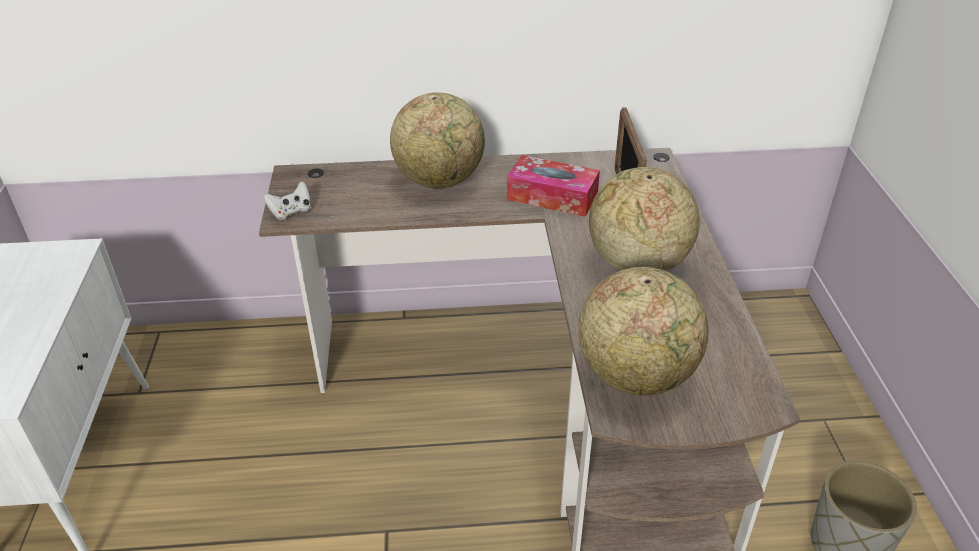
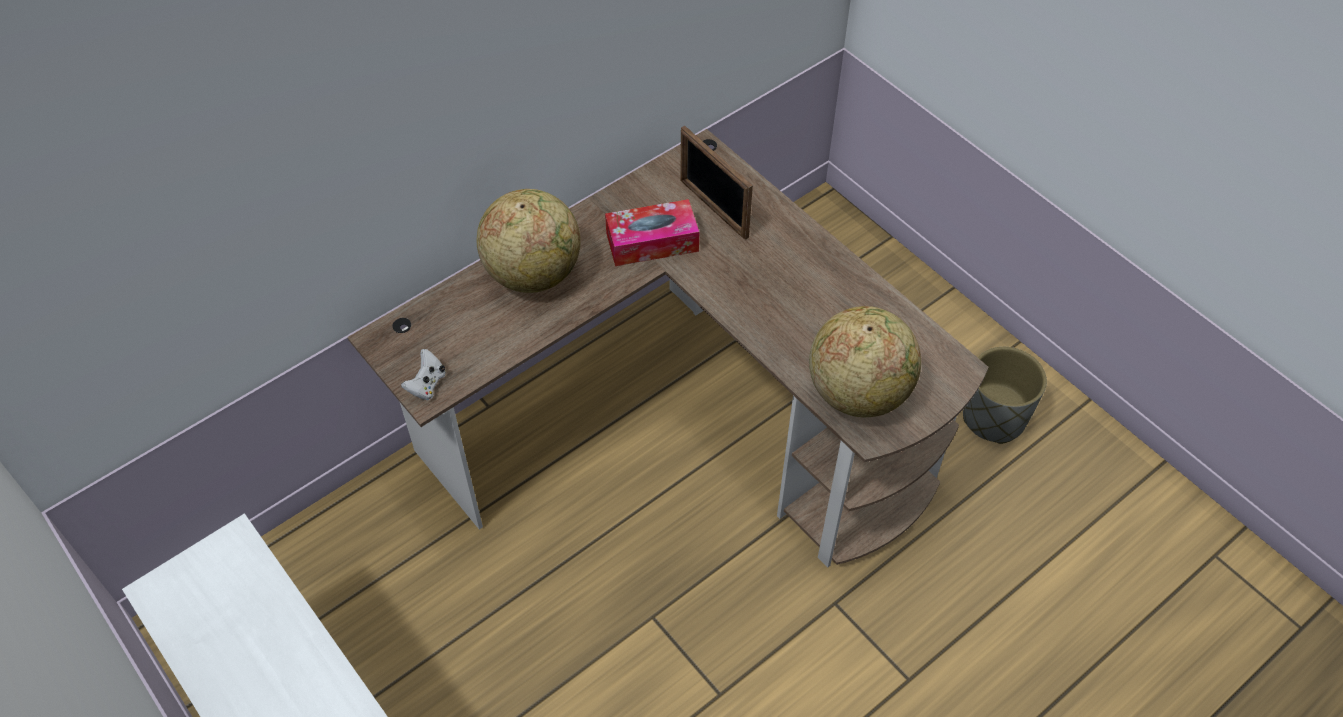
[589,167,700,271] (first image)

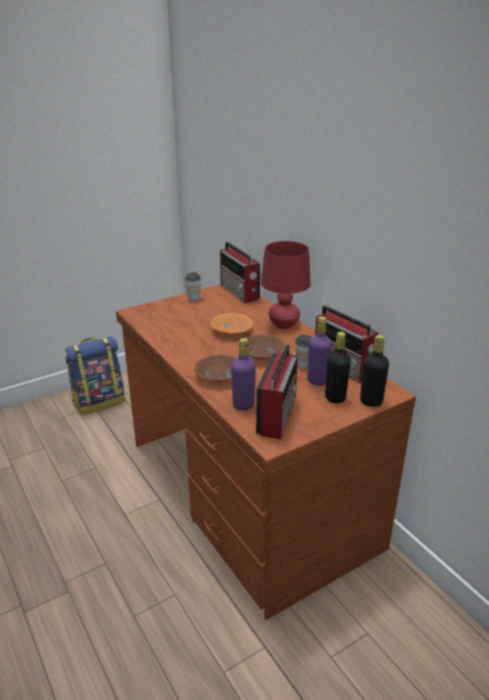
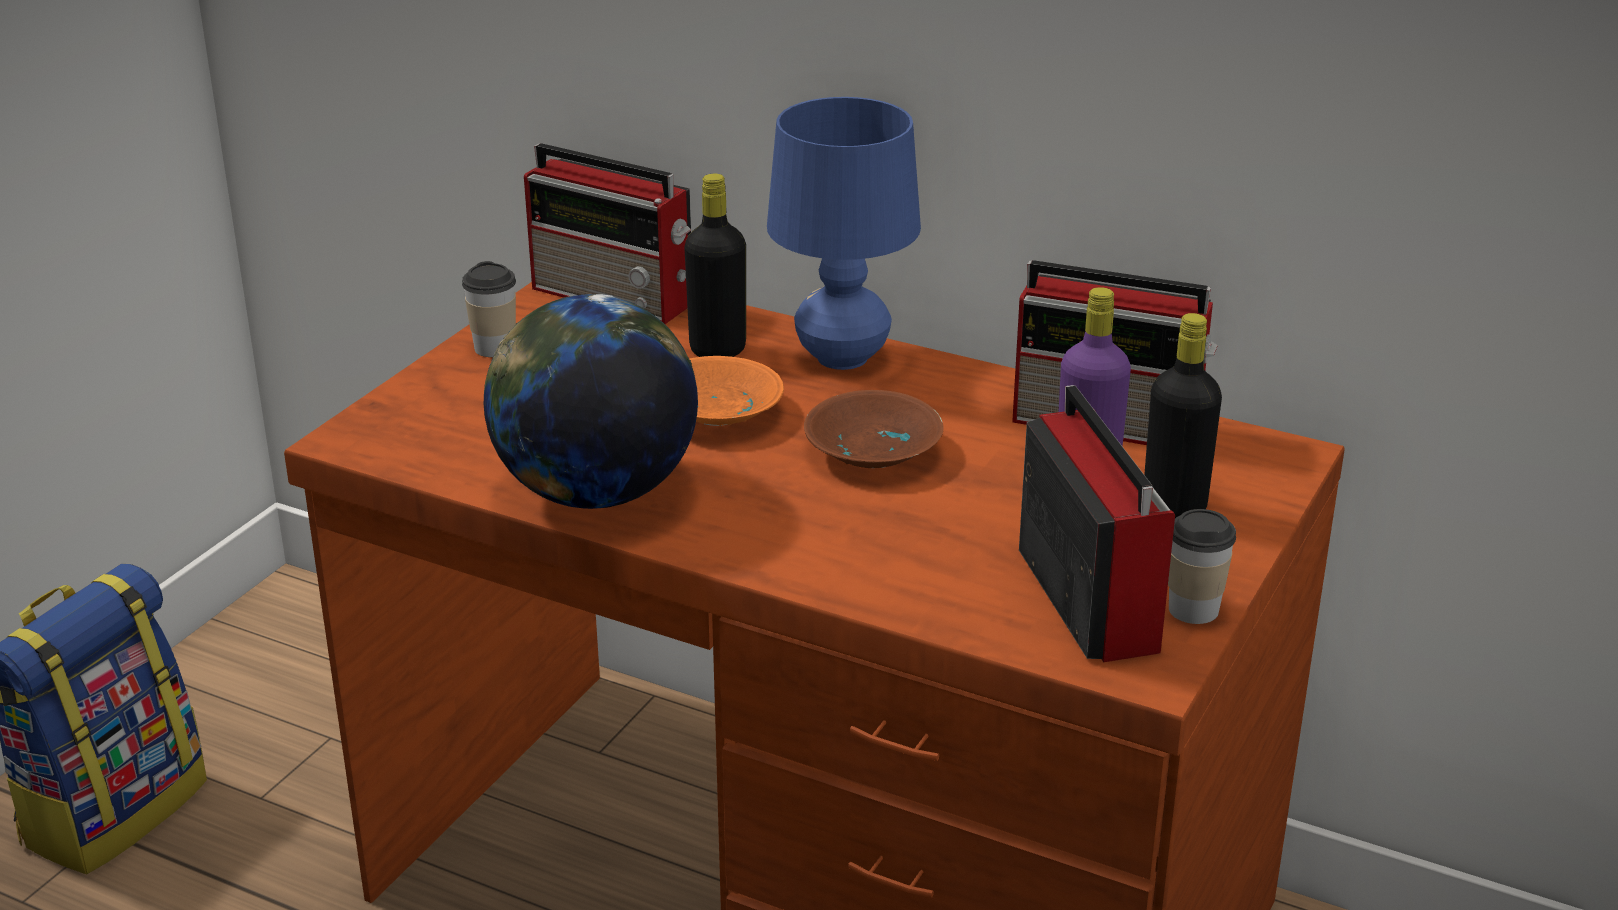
[767,97,921,370]
[1168,509,1236,624]
[684,174,746,357]
[231,338,256,411] (first image)
[194,355,237,382] (first image)
[484,294,698,509]

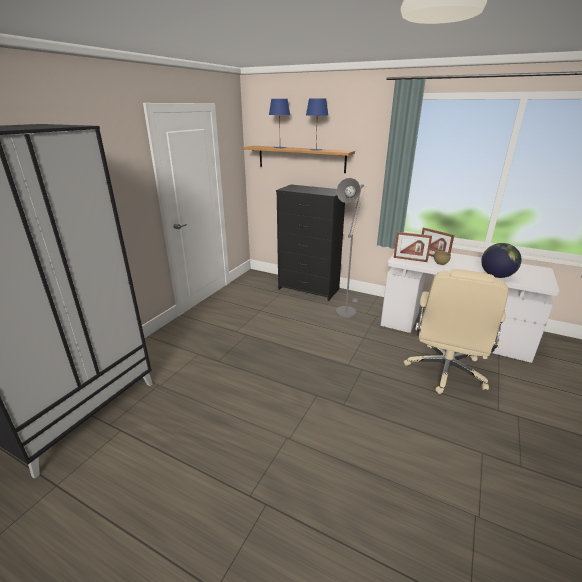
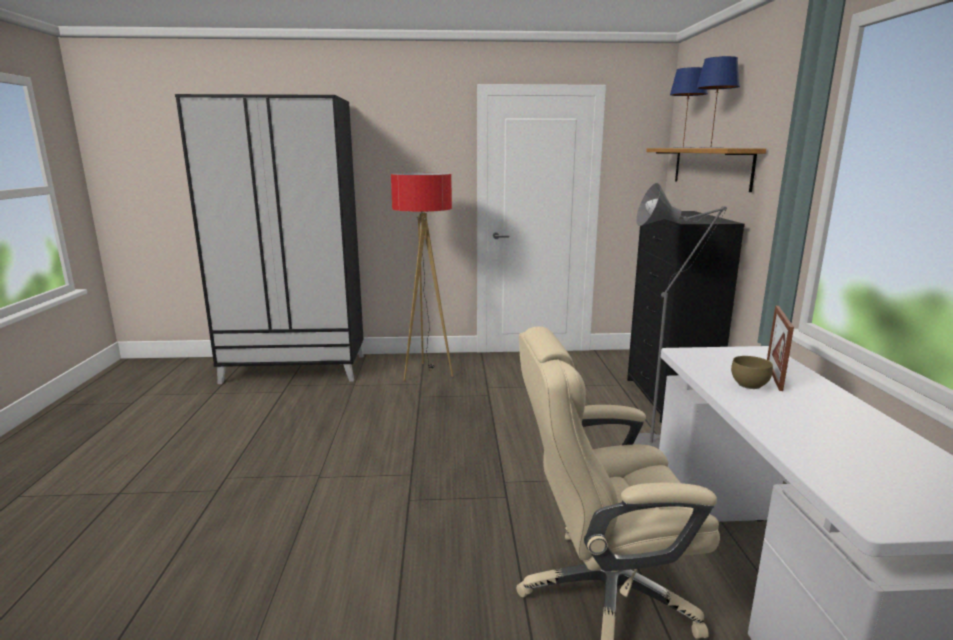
[393,232,432,262] (first image)
[481,243,522,278] (first image)
[391,172,453,381]

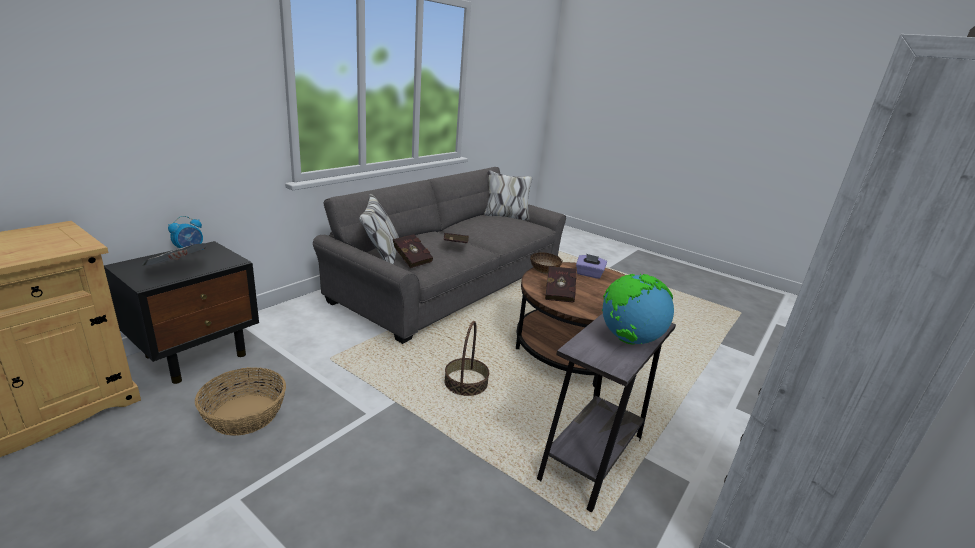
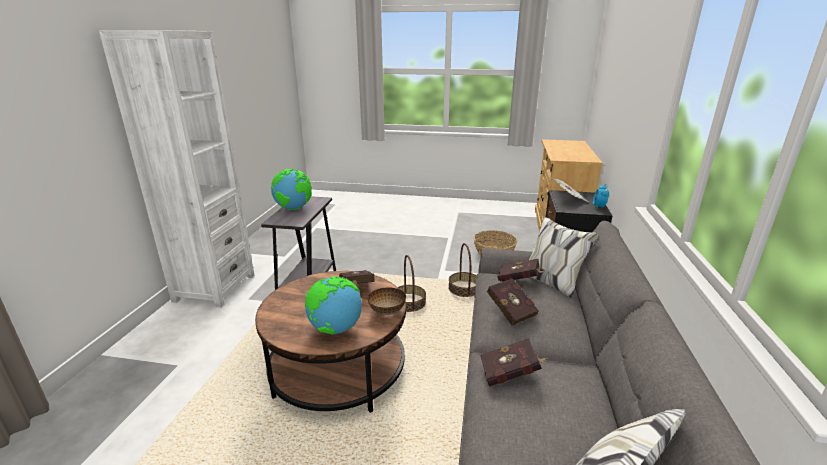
[305,276,362,335]
[449,243,477,297]
[480,338,548,387]

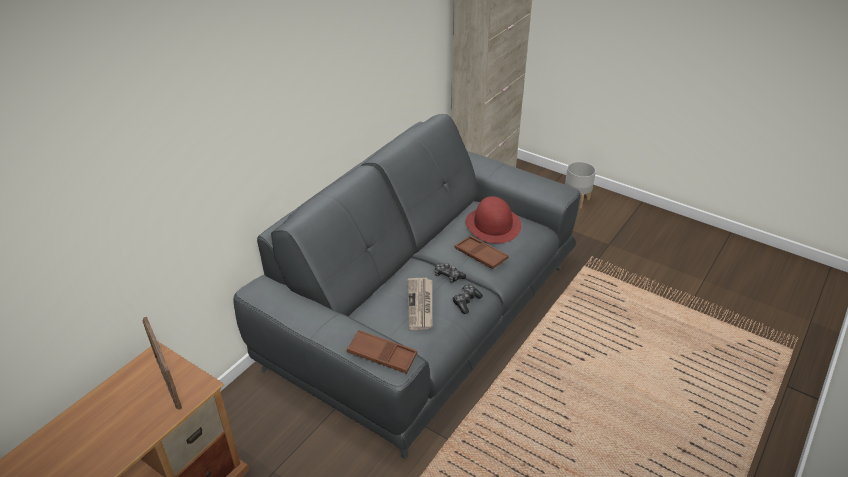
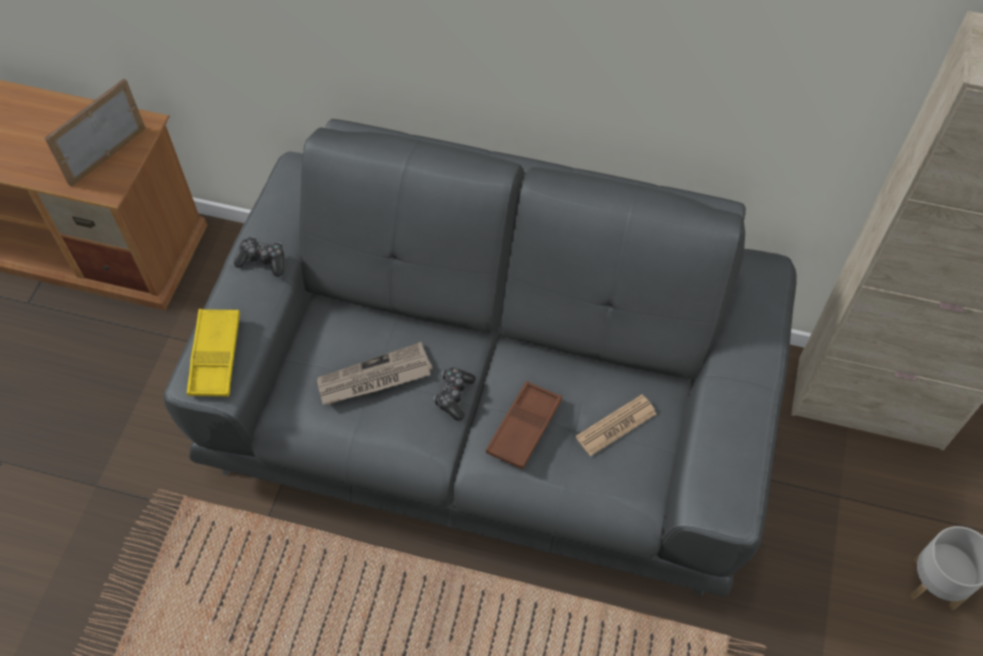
[575,394,657,456]
[234,237,284,277]
[187,309,240,397]

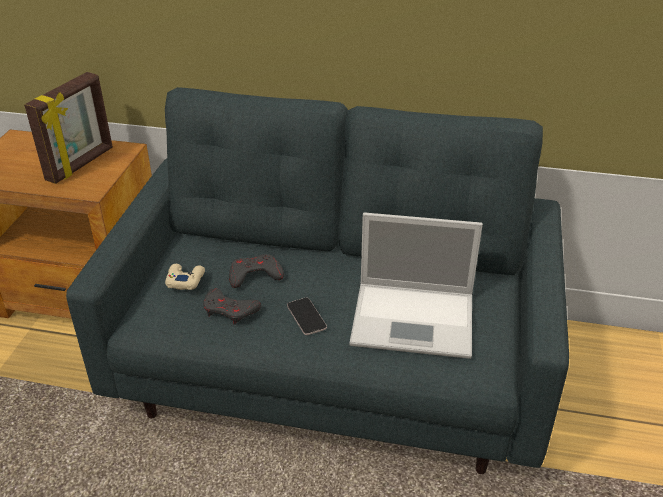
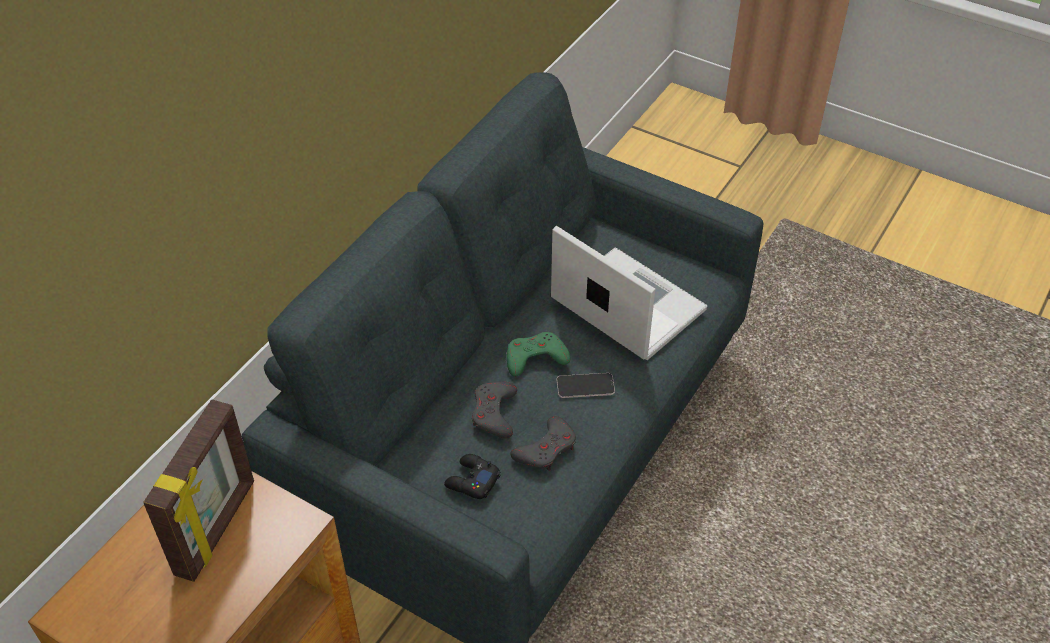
[143,399,254,582]
[551,226,707,360]
[444,454,501,499]
[507,332,570,377]

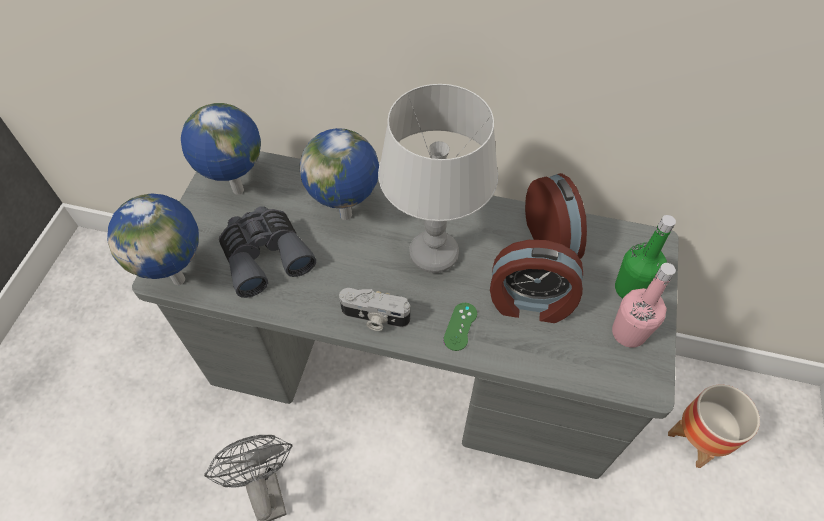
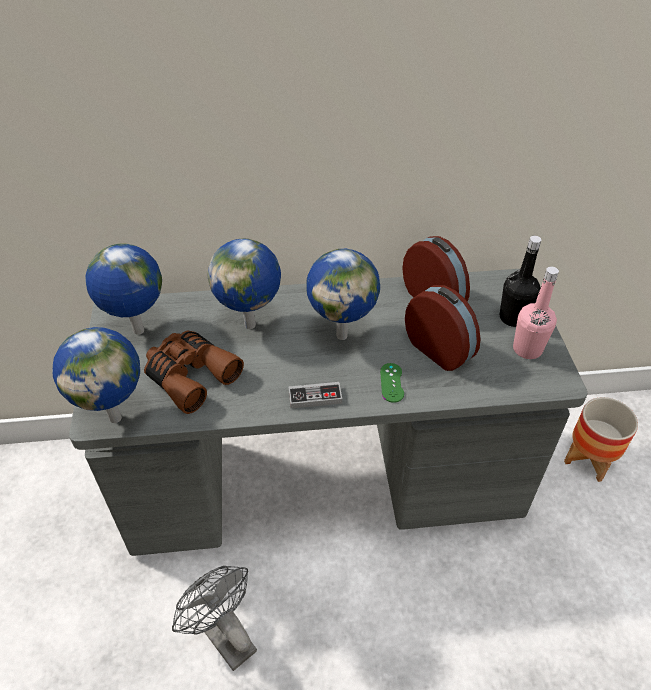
[306,249,380,340]
[144,331,244,414]
[500,236,541,327]
[405,285,480,371]
[288,382,342,409]

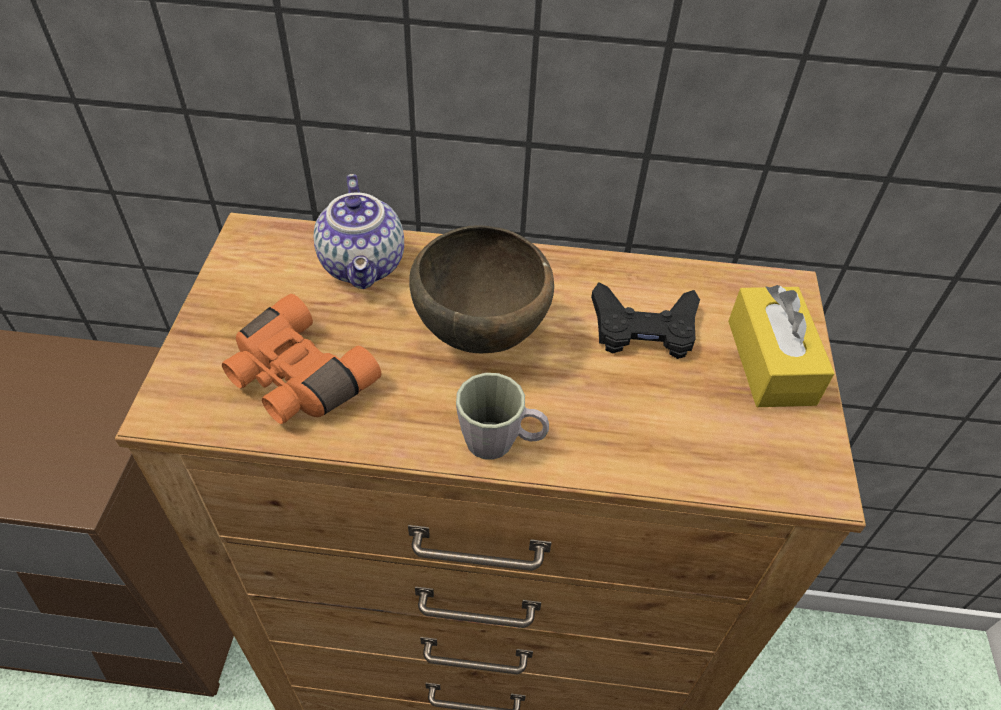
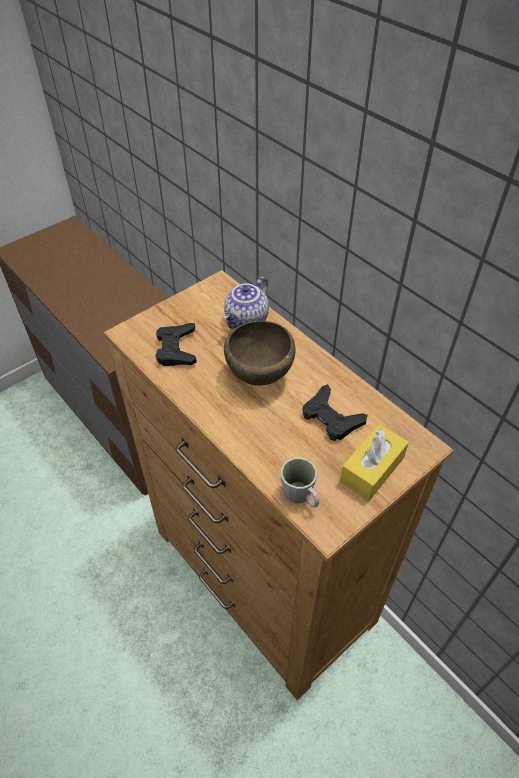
[155,323,197,366]
[281,458,319,508]

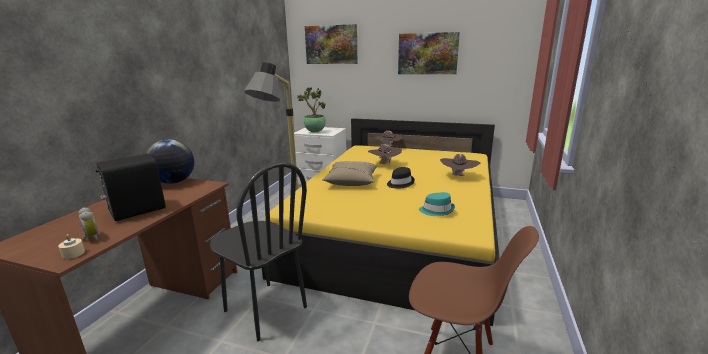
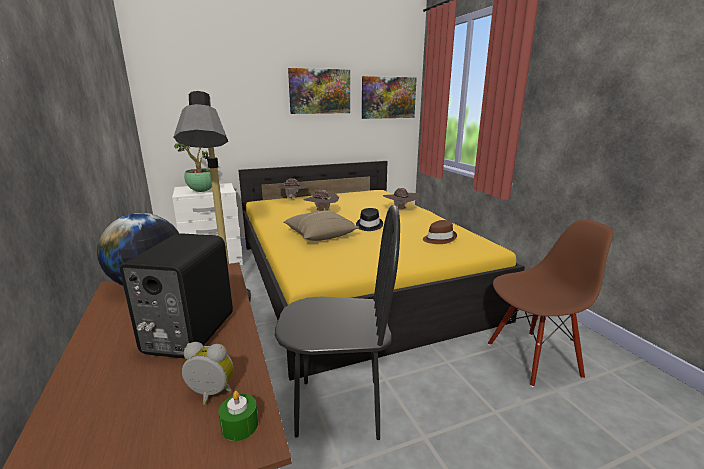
[362,76,417,119]
[423,220,457,244]
[219,391,258,441]

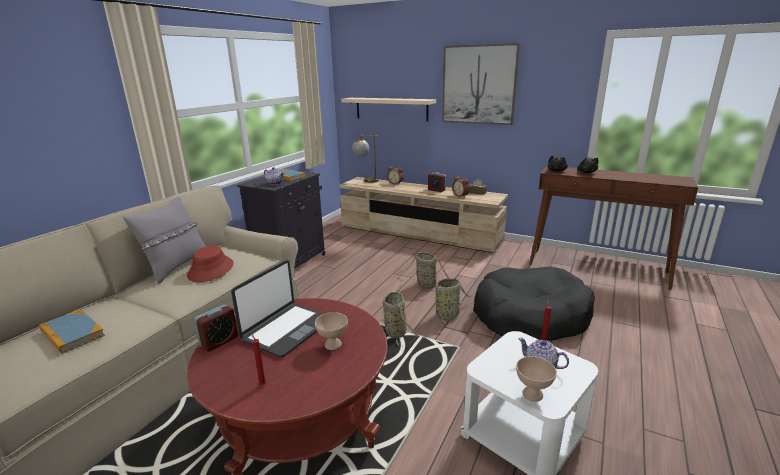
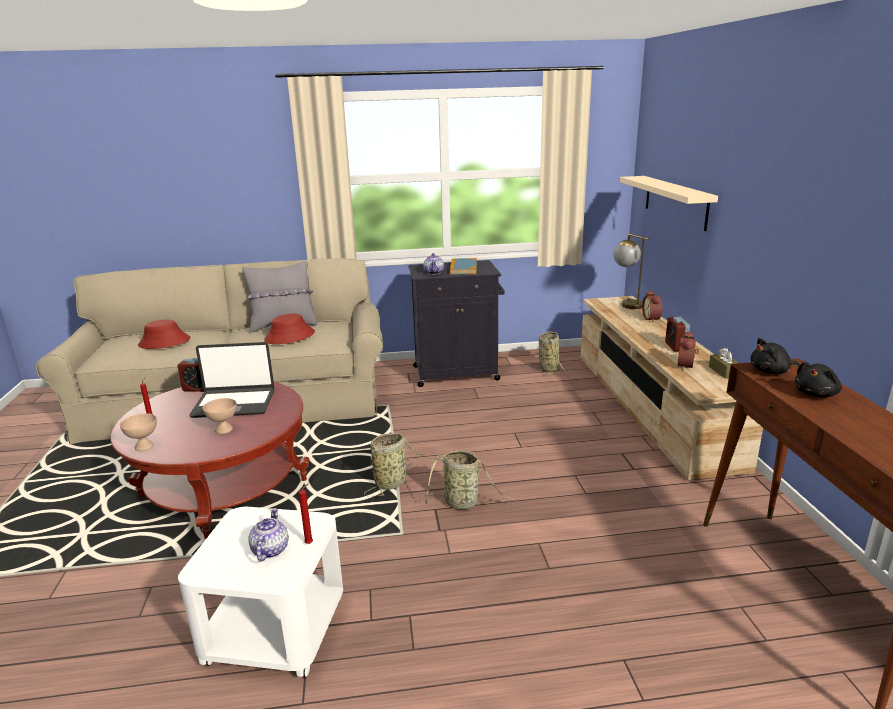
[442,43,520,125] (first image)
[539,331,565,377]
[473,267,595,340] (first image)
[138,320,190,349]
[120,413,157,451]

